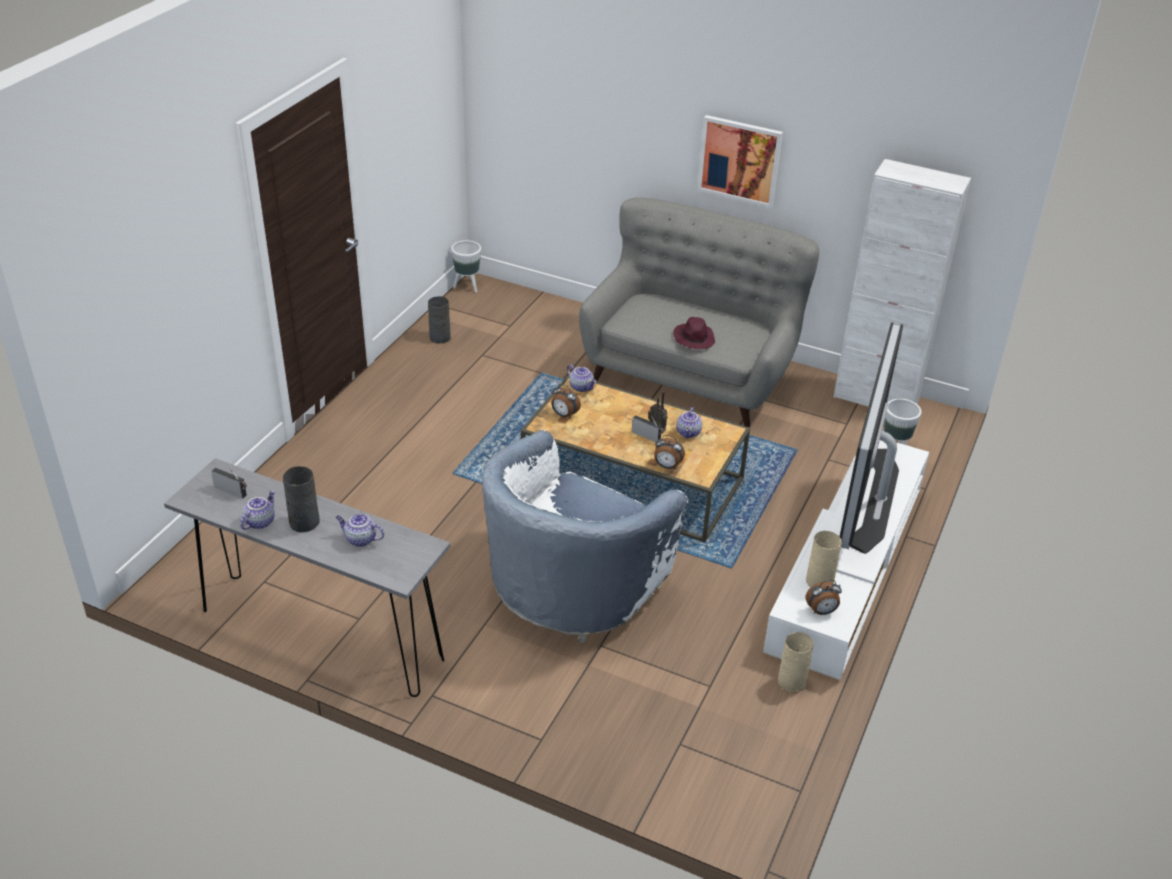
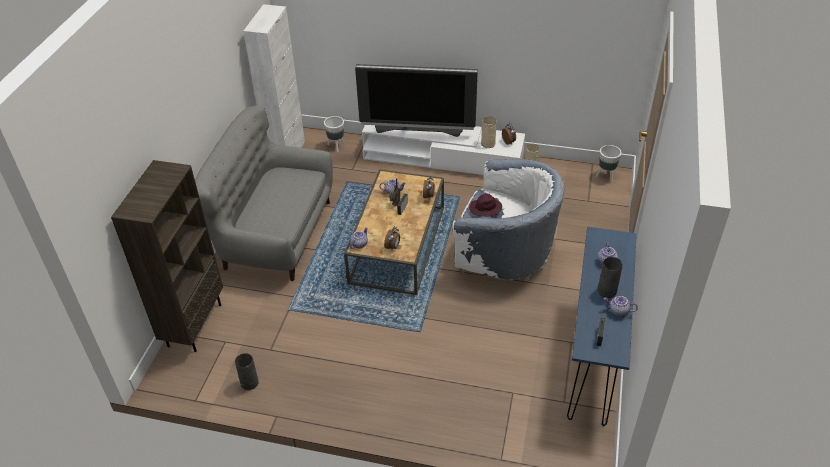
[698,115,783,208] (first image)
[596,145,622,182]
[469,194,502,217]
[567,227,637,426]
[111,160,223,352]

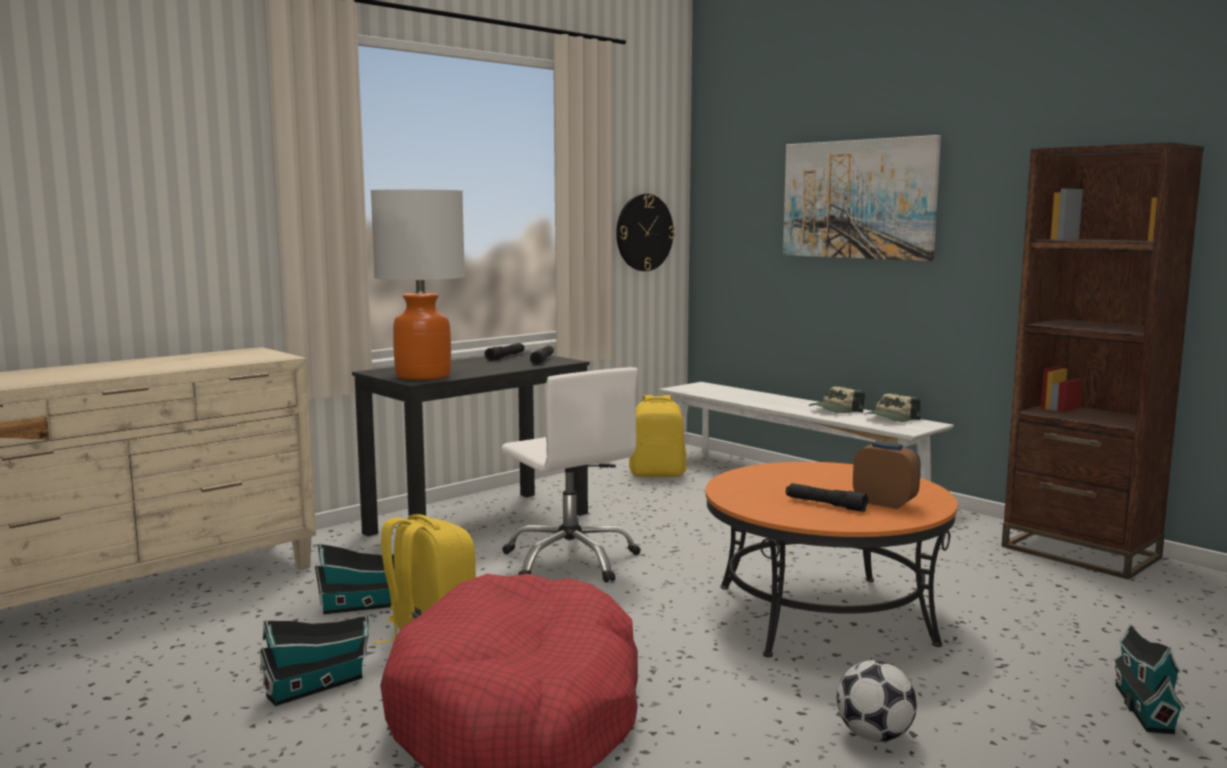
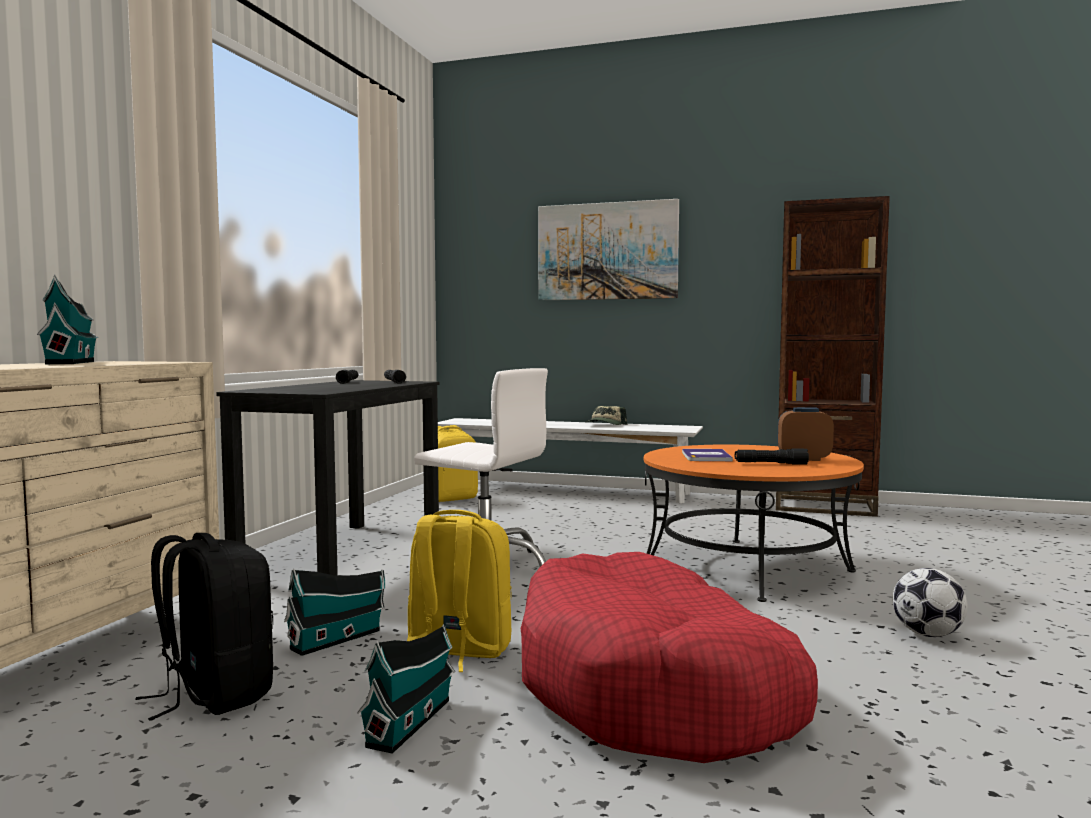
[371,189,465,380] (first image)
[616,194,675,271] (first image)
[864,393,920,422] (first image)
[37,275,99,364]
[682,449,733,461]
[136,533,273,721]

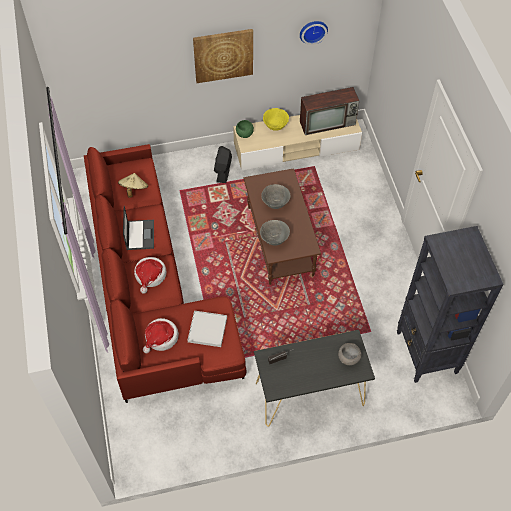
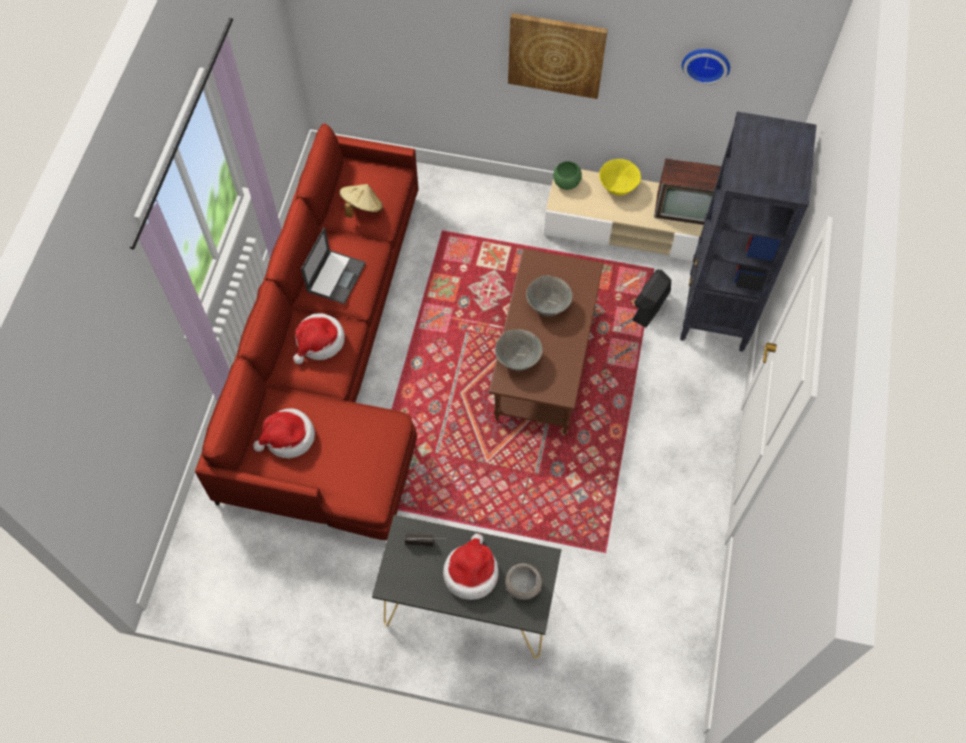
[632,270,671,327]
[680,111,817,352]
[188,311,227,347] (first image)
[443,533,498,600]

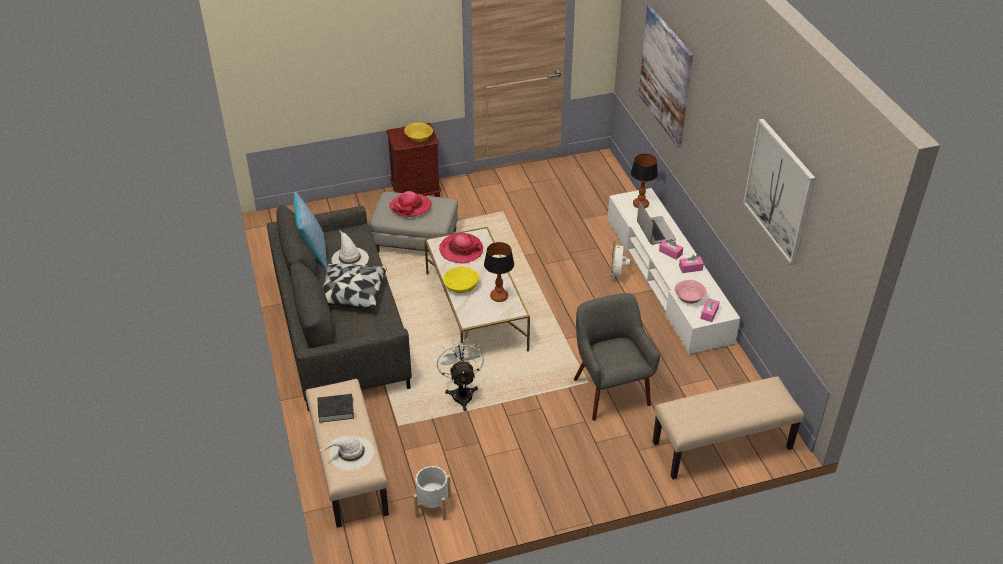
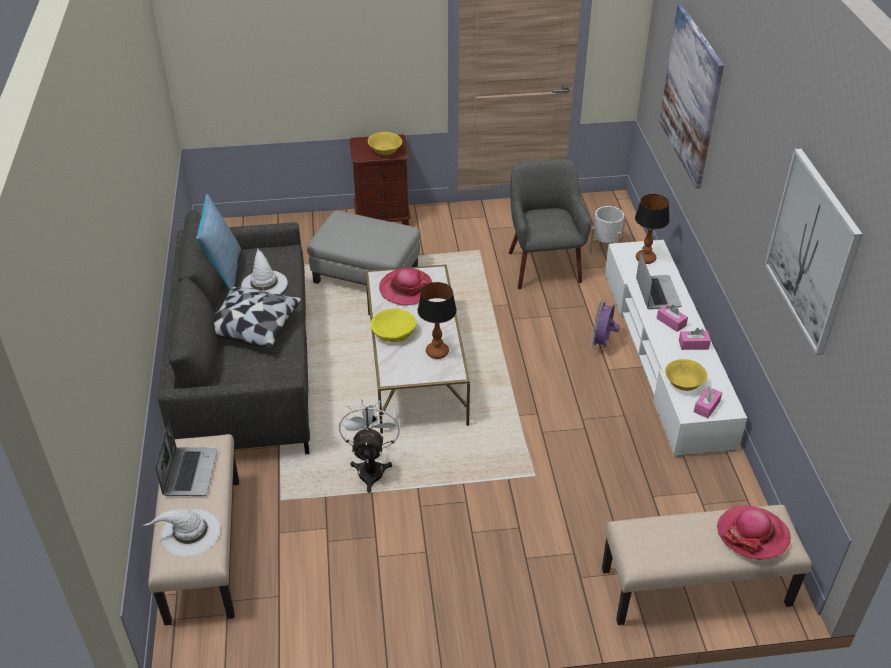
[717,505,791,560]
[591,299,620,348]
[665,359,707,391]
[509,159,591,289]
[155,421,218,496]
[589,206,625,254]

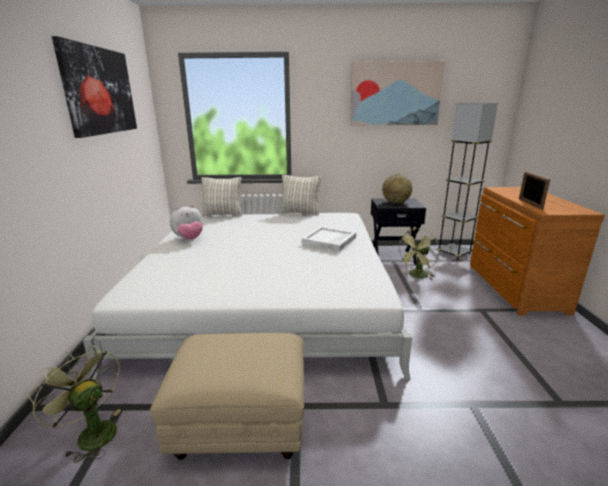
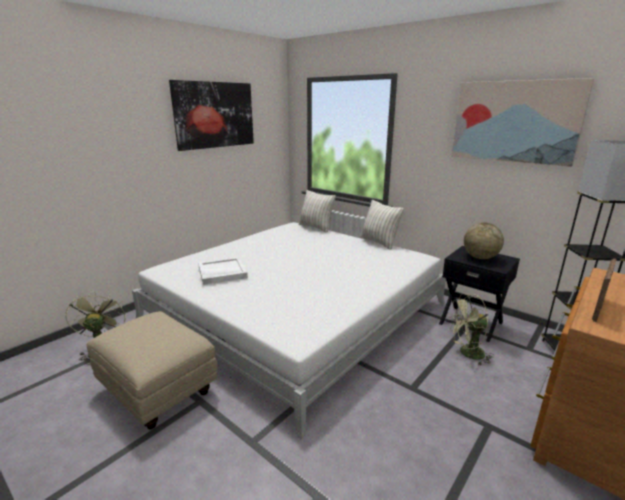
[170,205,203,240] (first image)
[198,257,248,285]

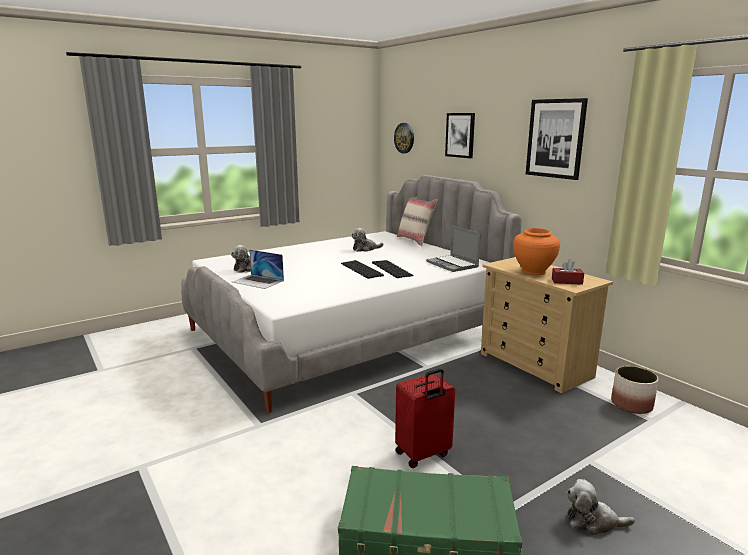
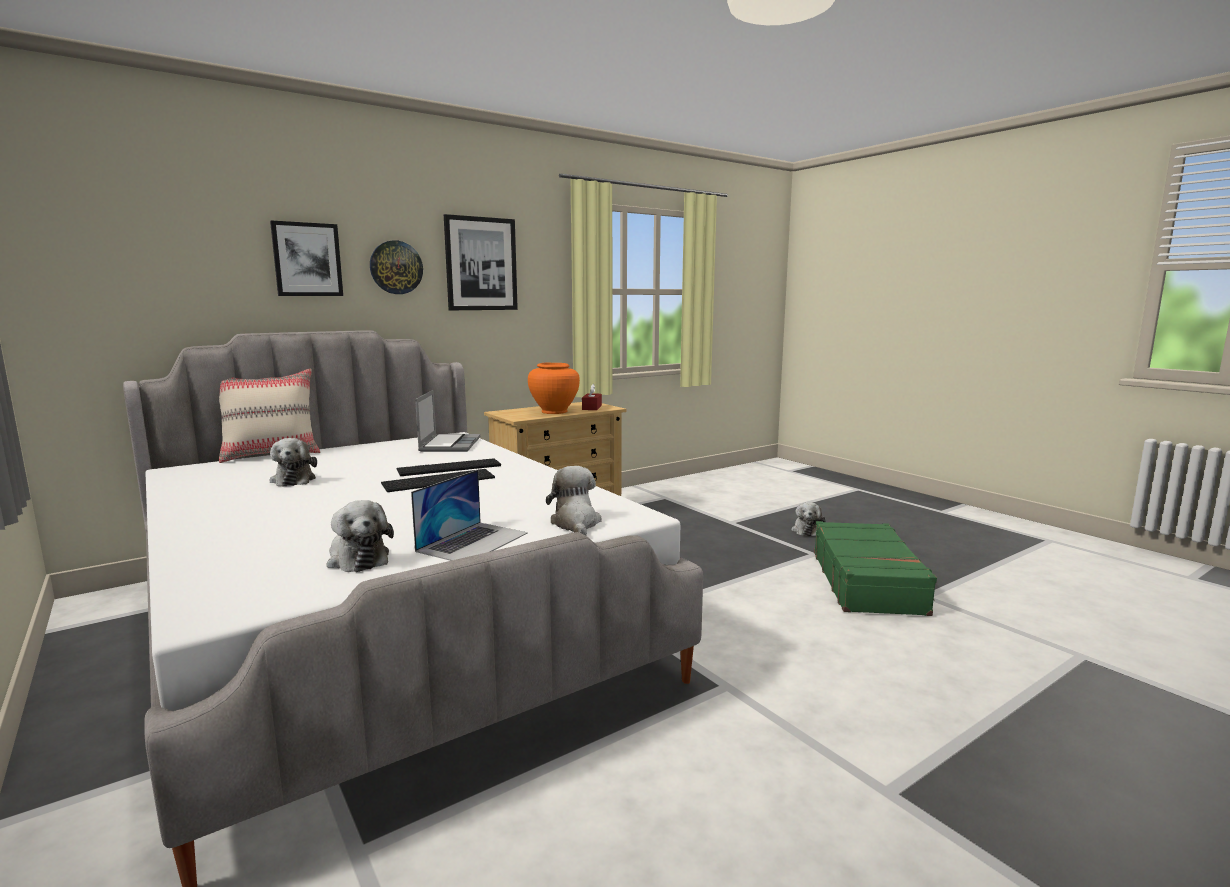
[370,240,423,294]
[415,390,480,452]
[611,366,659,414] (first image)
[395,368,455,468] (first image)
[546,466,602,536]

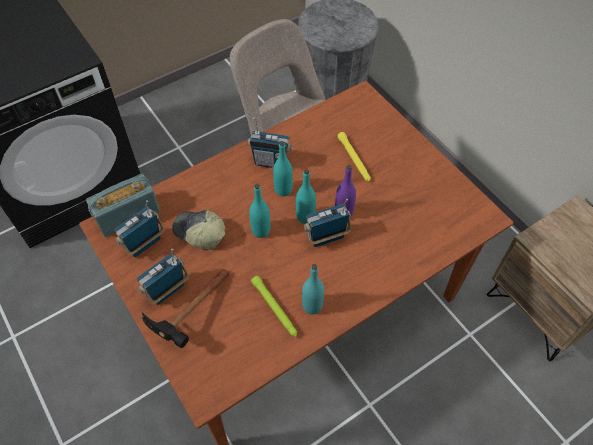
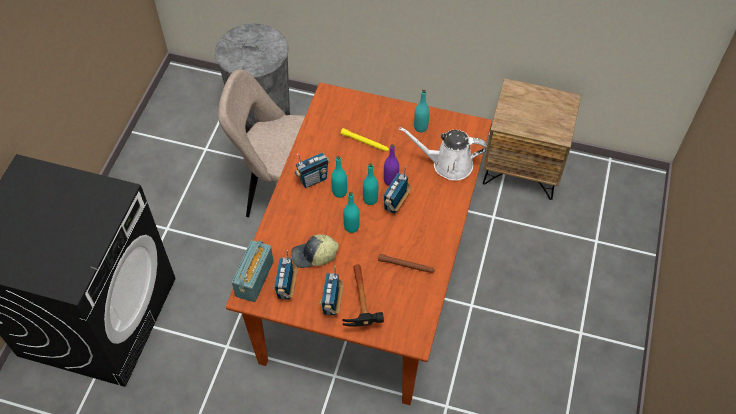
[414,90,430,132]
[378,254,435,273]
[399,127,487,181]

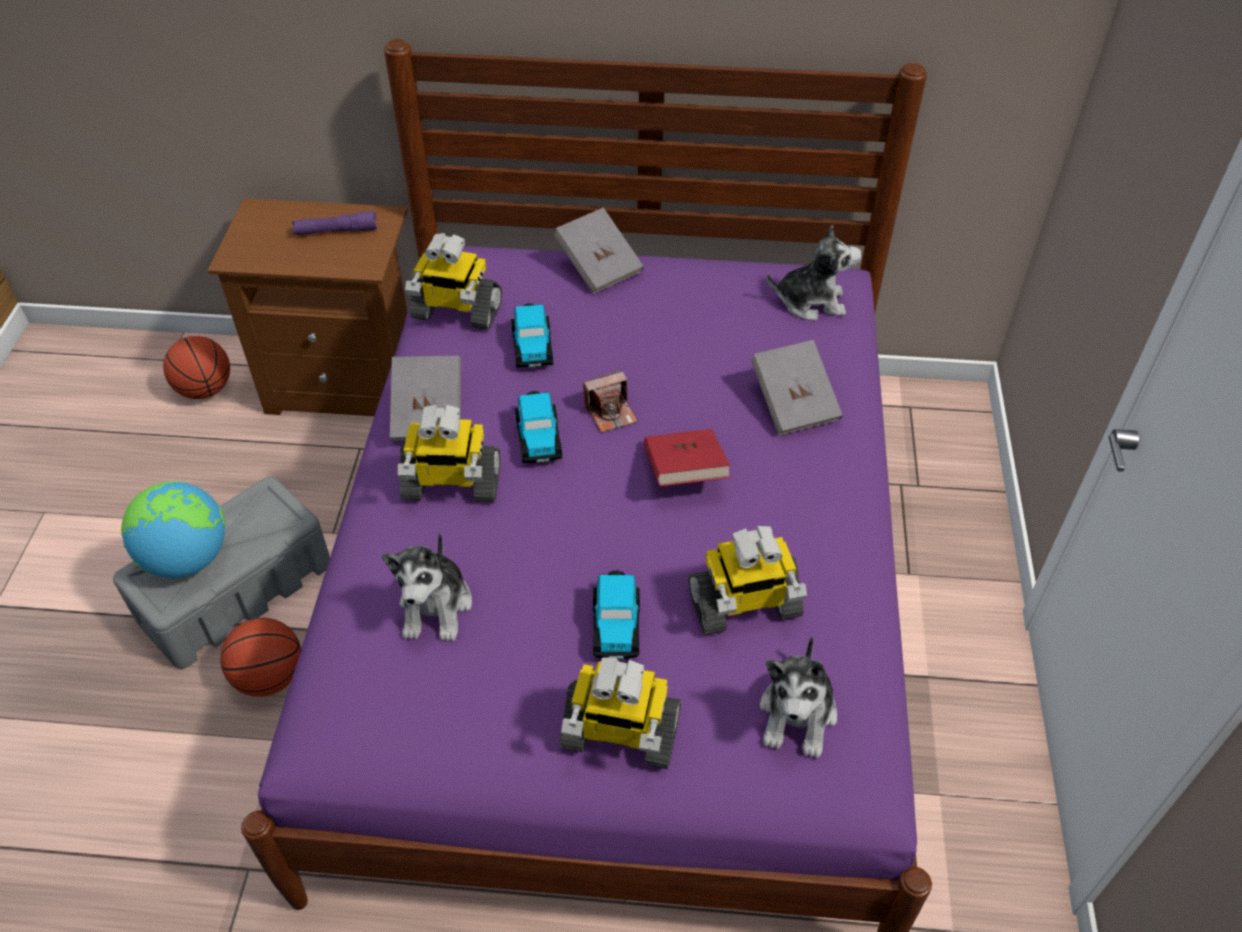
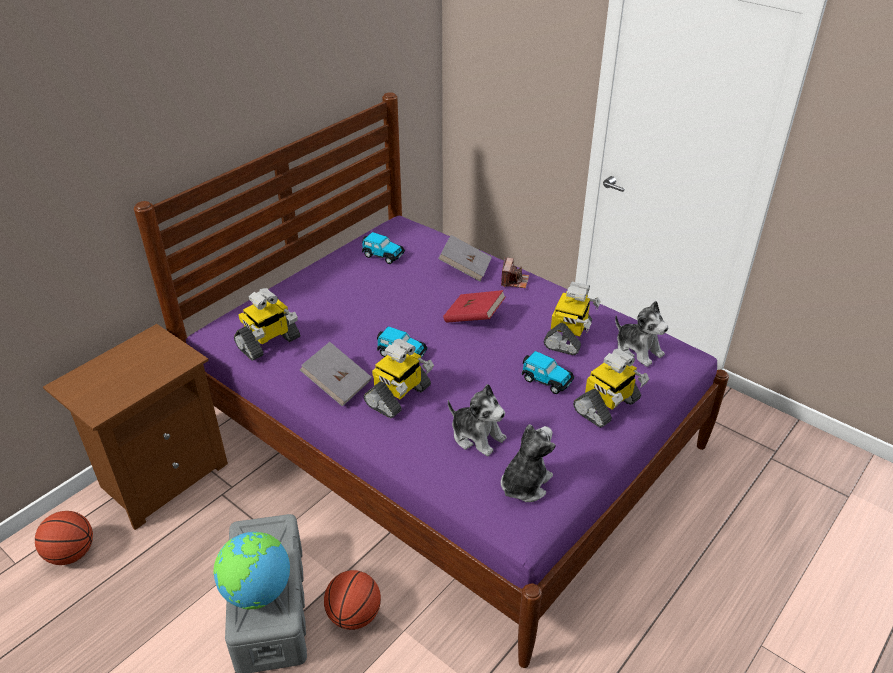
[553,208,644,294] (first image)
[292,211,377,235] (first image)
[501,424,556,502]
[362,232,405,264]
[501,258,529,288]

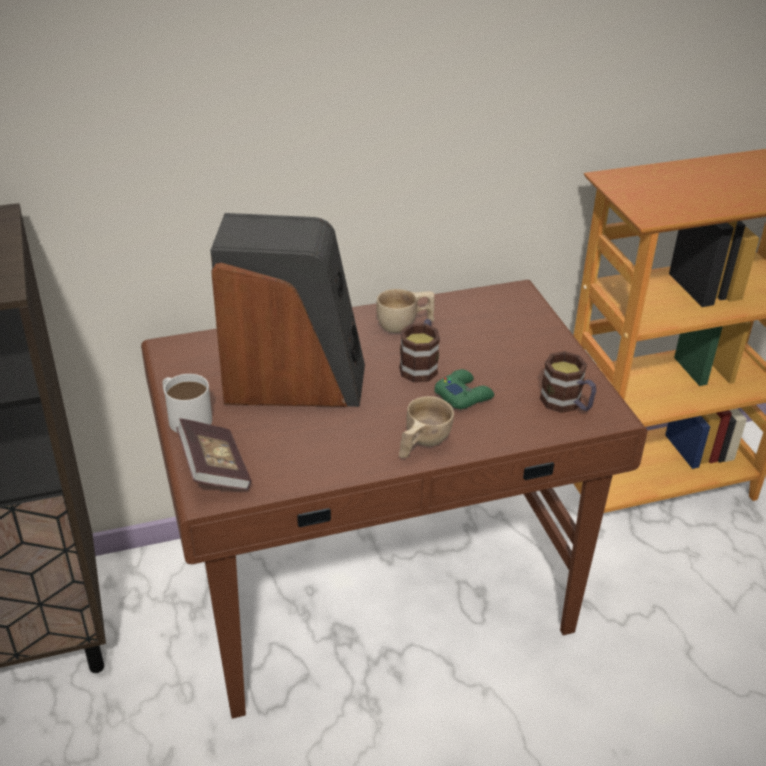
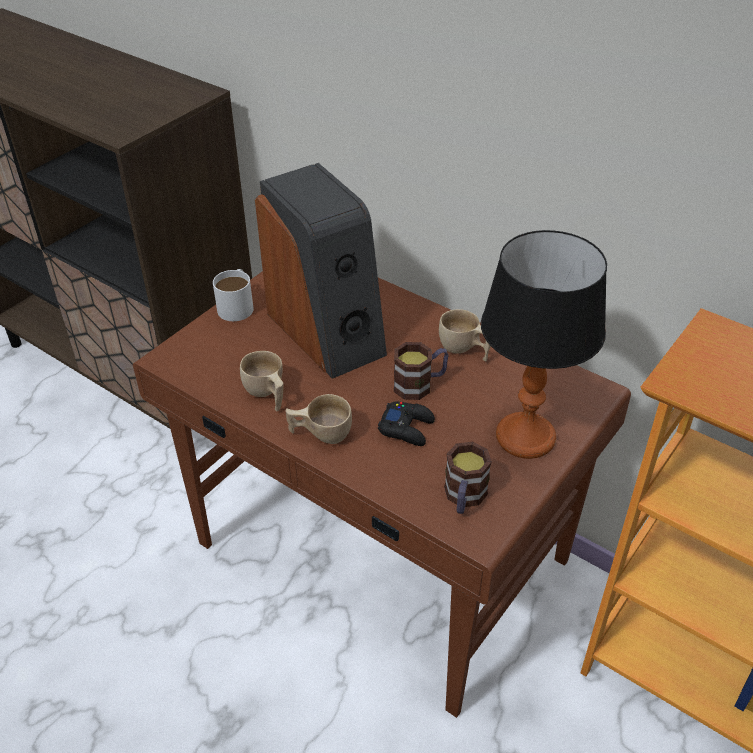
[378,402,435,446]
[176,418,251,490] (first image)
[481,230,607,459]
[240,351,283,412]

